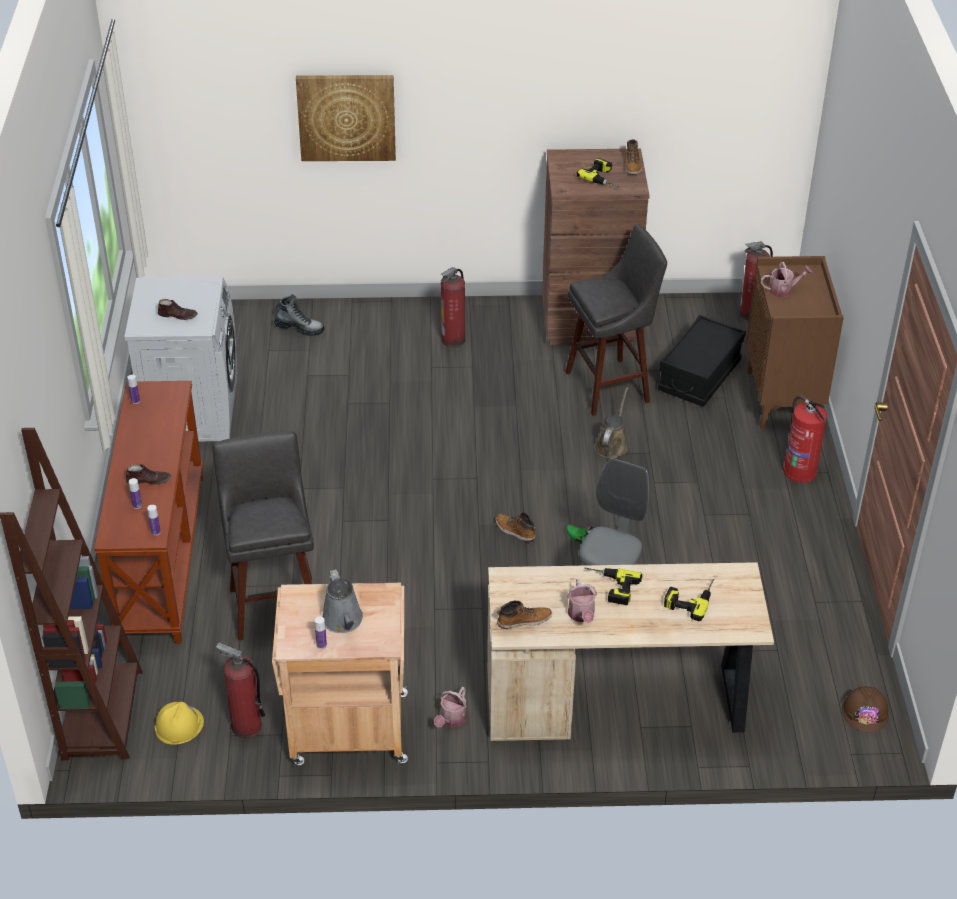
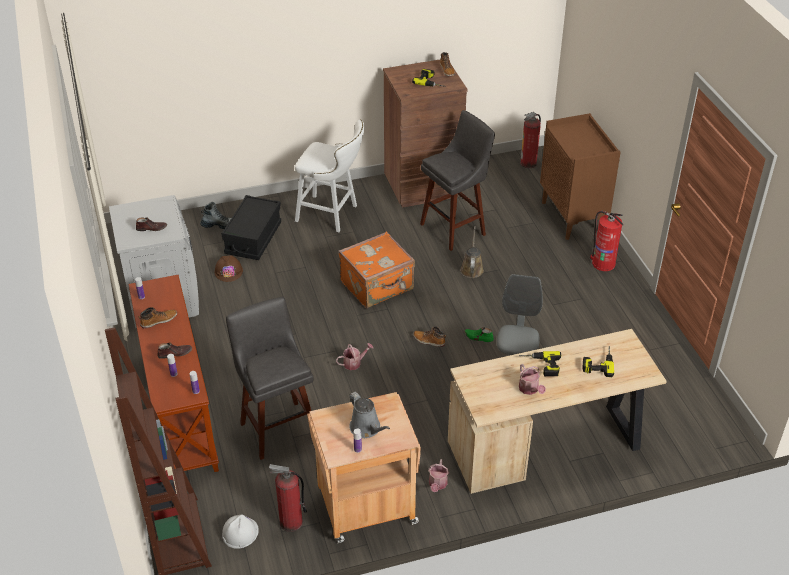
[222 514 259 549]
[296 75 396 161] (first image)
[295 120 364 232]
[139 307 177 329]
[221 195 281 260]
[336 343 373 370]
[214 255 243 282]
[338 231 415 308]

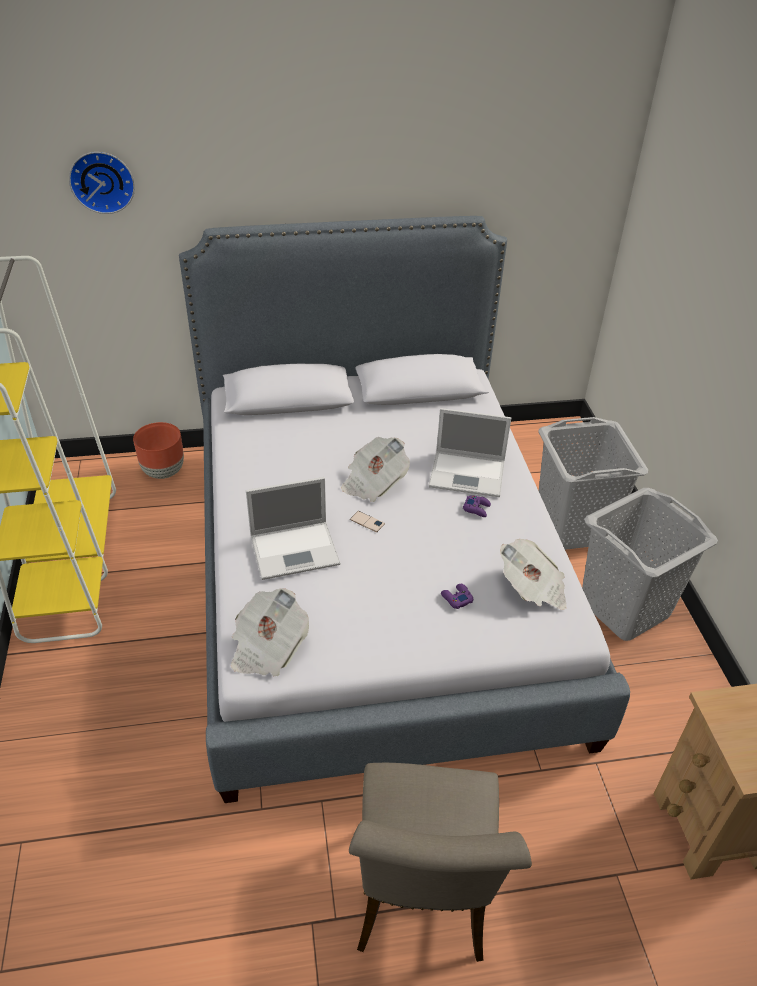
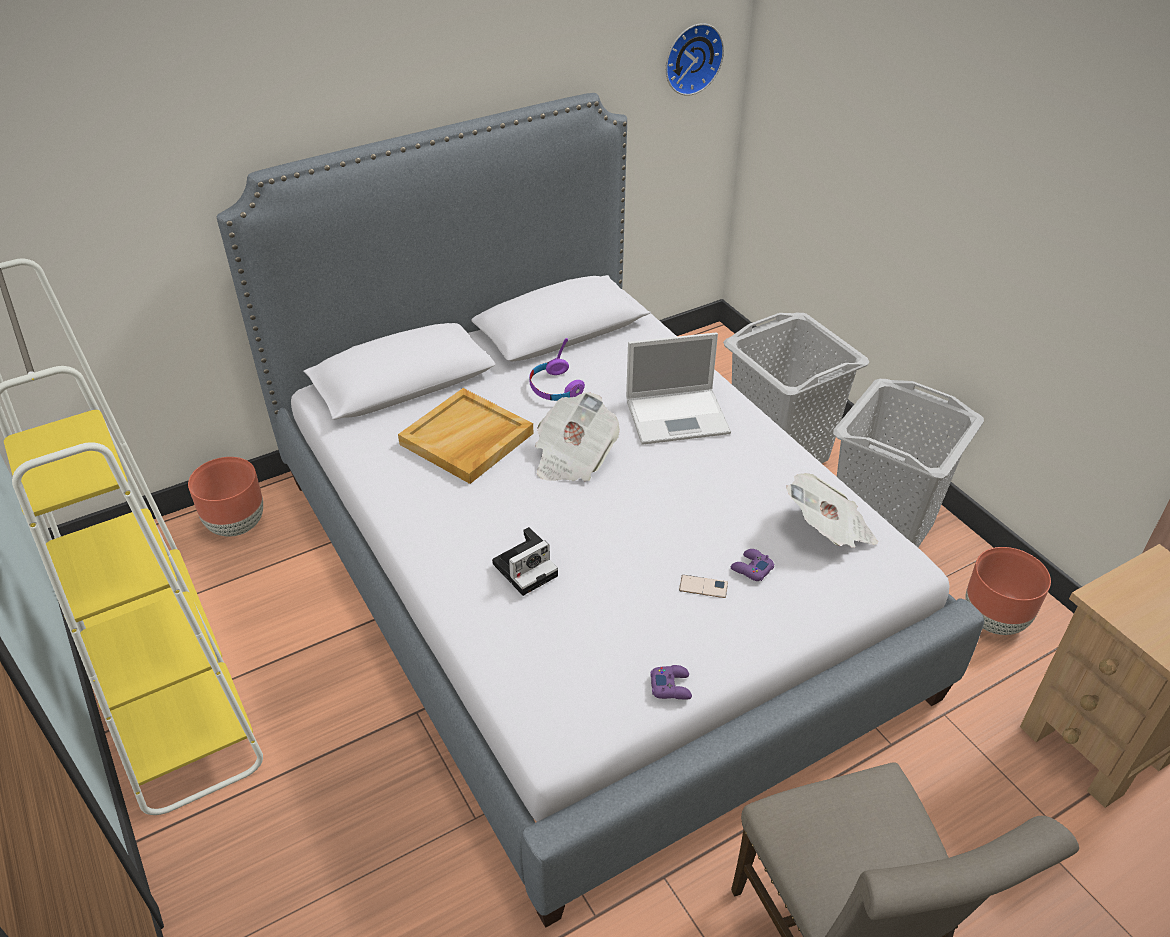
[666 23 724 96]
[231 588 309 676] (first image)
[492 527 558 596]
[679 575 728 598]
[650 665 692 700]
[398 388 534 484]
[529 338 585 401]
[965 547 1051 635]

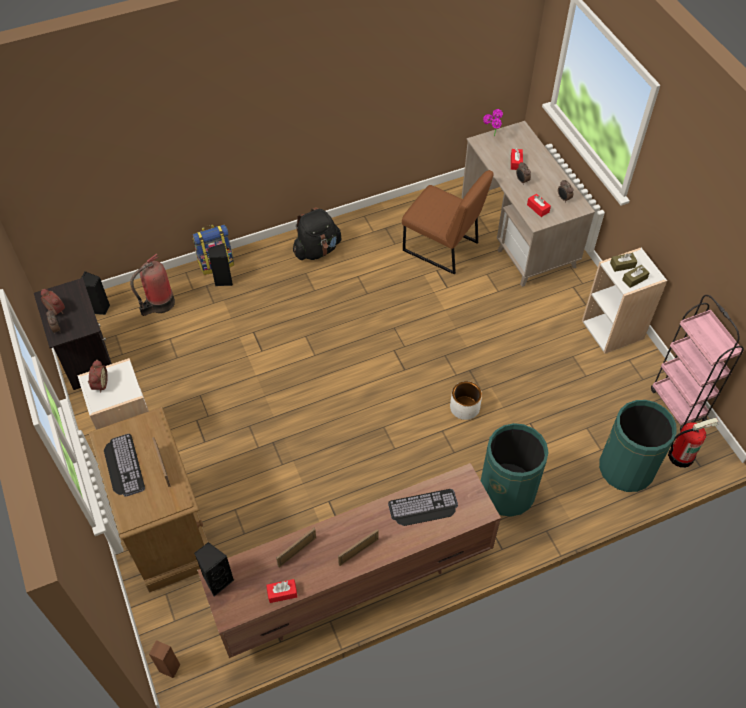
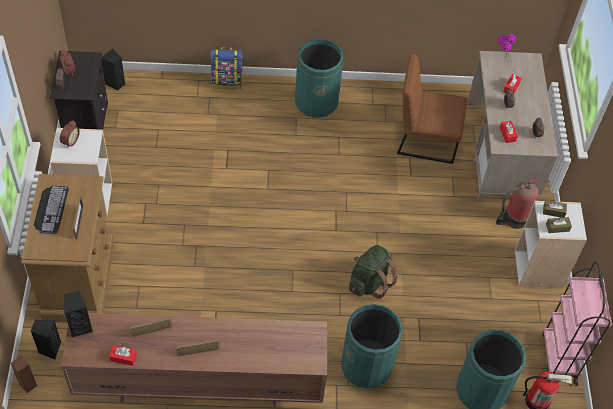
[496 178 540 229]
[31 320 61 359]
[295 39 344 118]
[388 489 458 526] (first image)
[397 54 467 164]
[349 245 398 299]

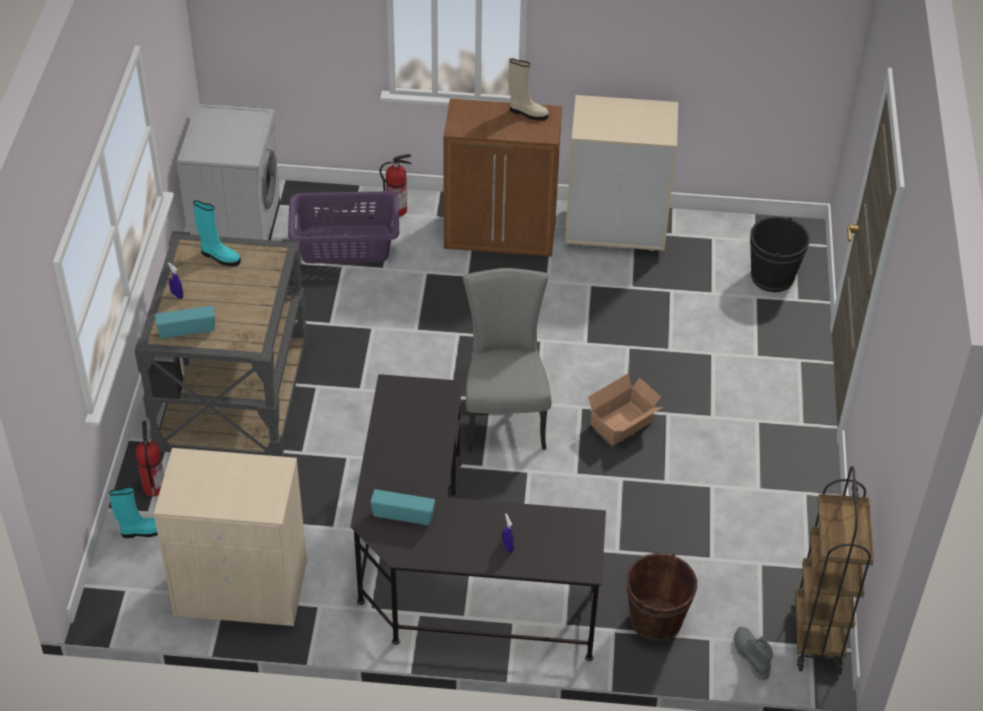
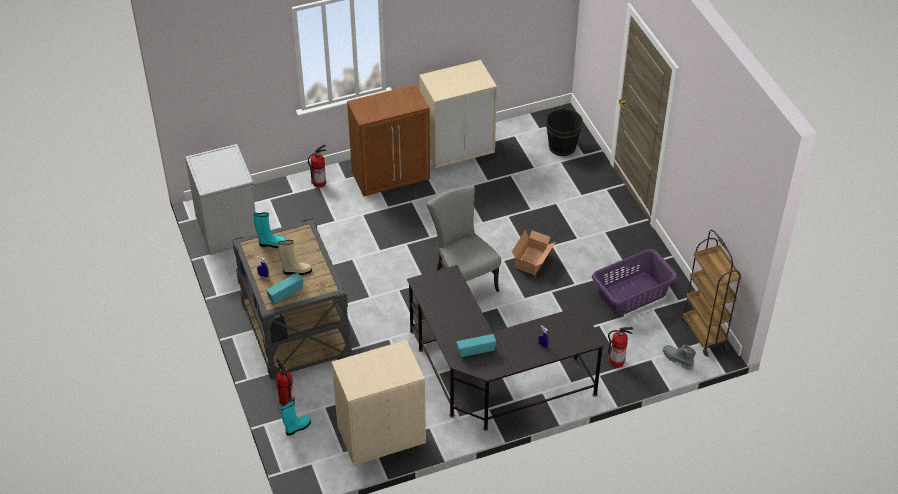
[592 249 677 316]
[278 240 312 275]
[608 327 633 367]

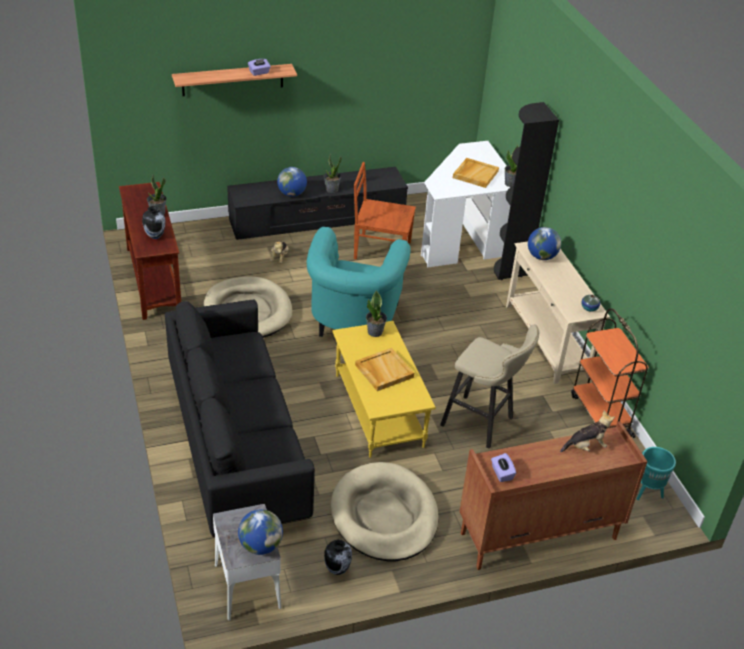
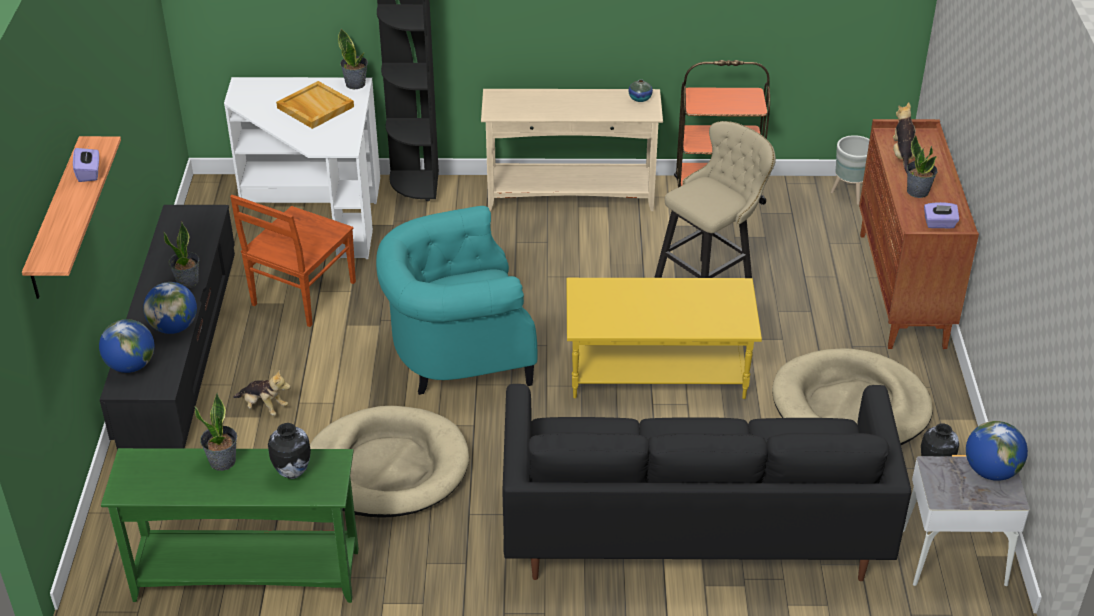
[101 448 359 603]
[376 206 537 395]
[355 348 414 391] (first image)
[907 135 937 198]
[99 319 154 373]
[831 135 870 205]

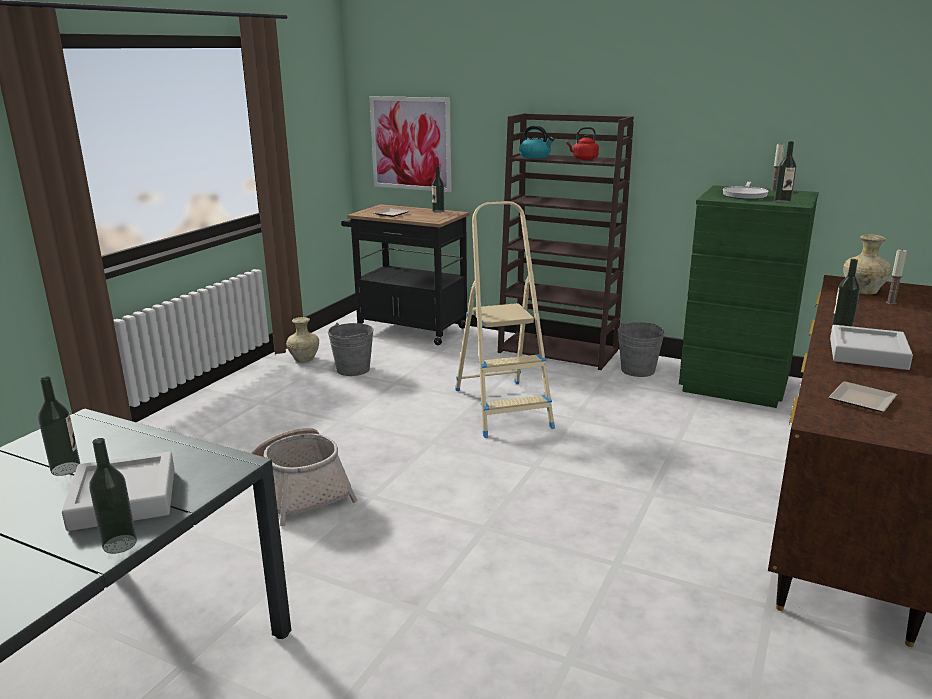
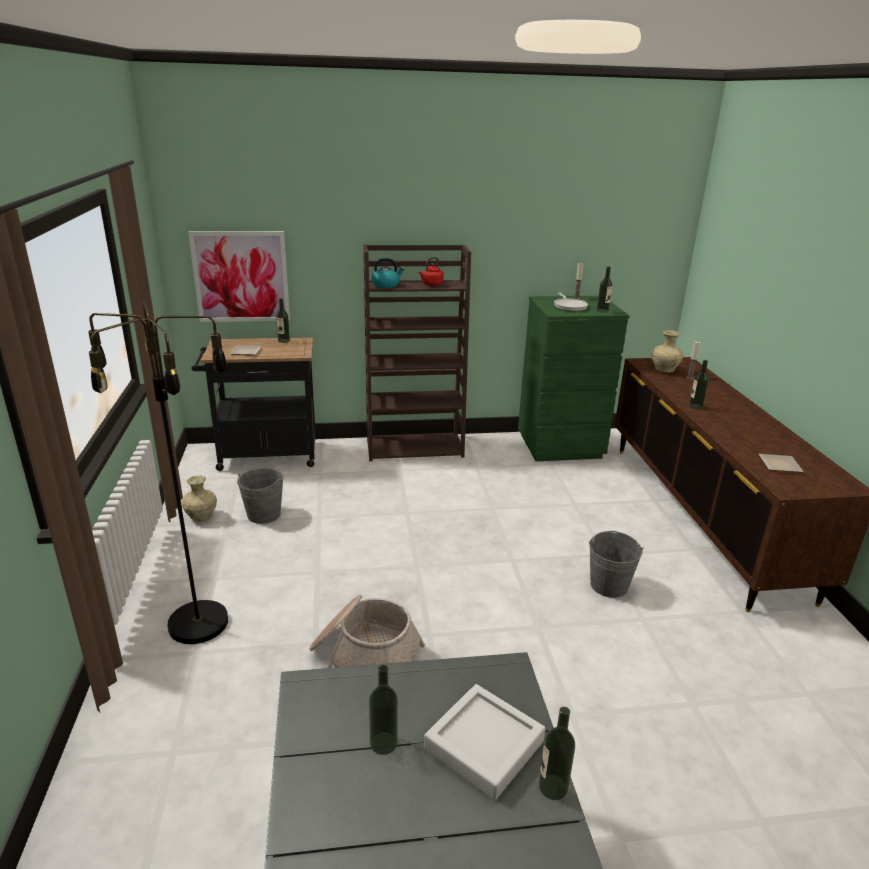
[455 201 555 438] (first image)
[589 531 643 598]
[830 325 913 370] (first image)
[88 301 228 644]

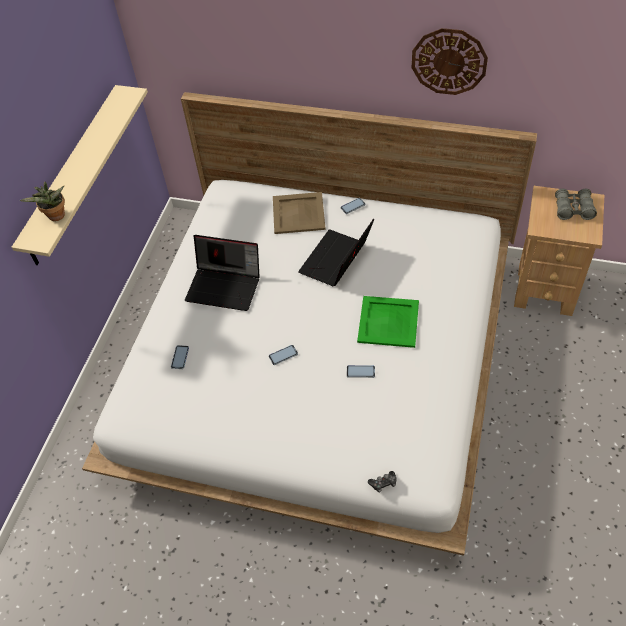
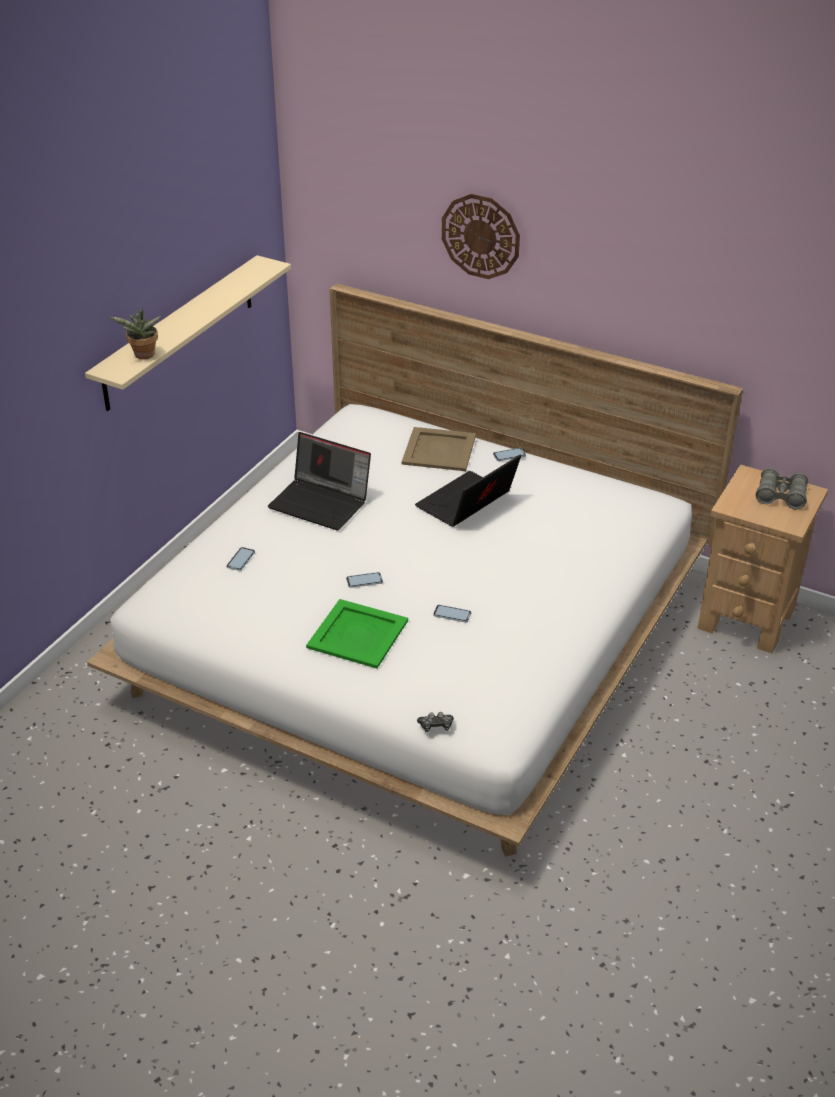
[306 599 408 668]
[442 194 520 279]

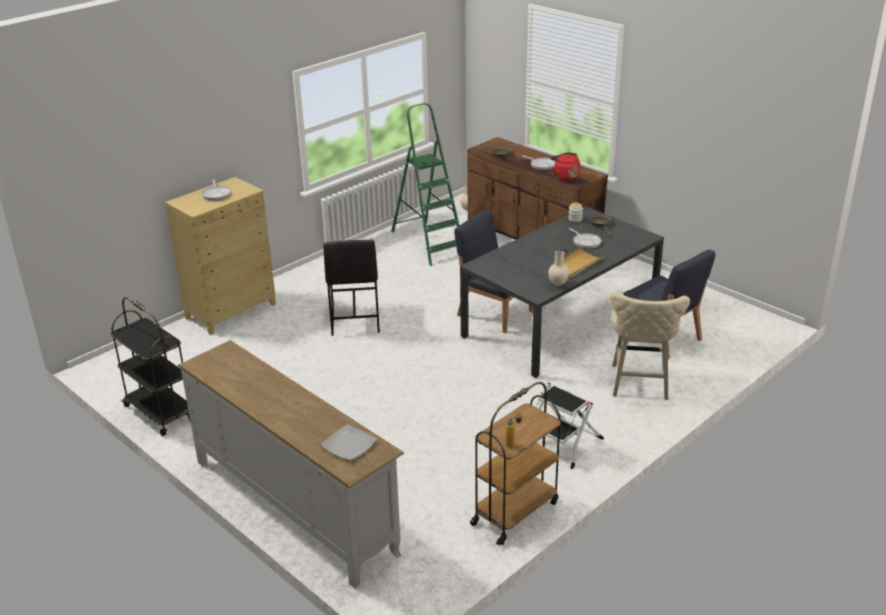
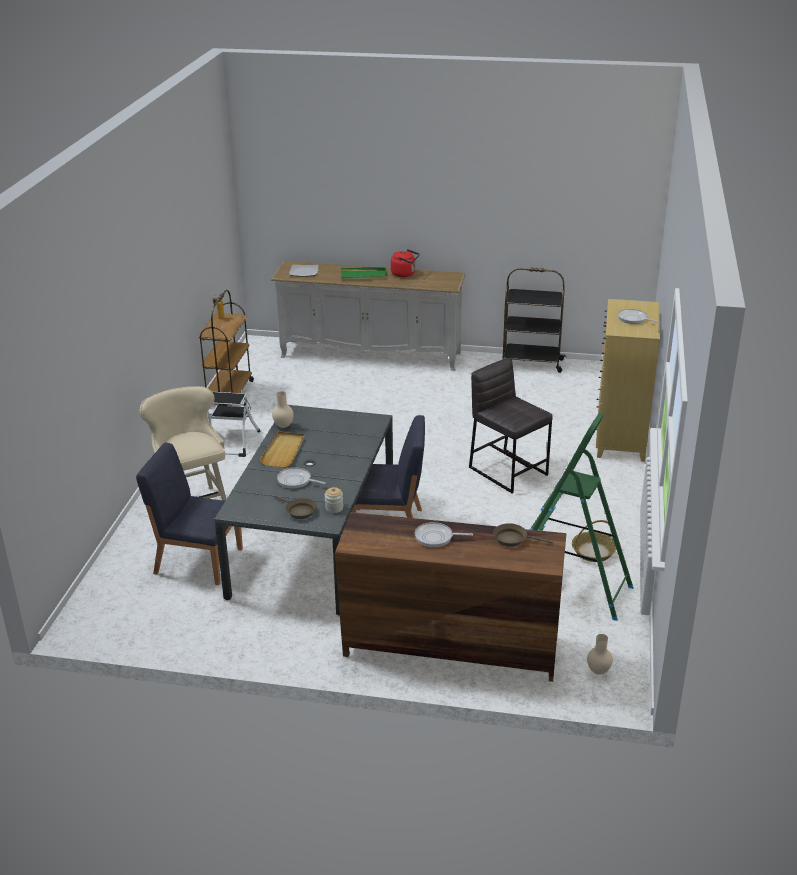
[391 249 420 277]
[341 267 387 280]
[572 520 616 562]

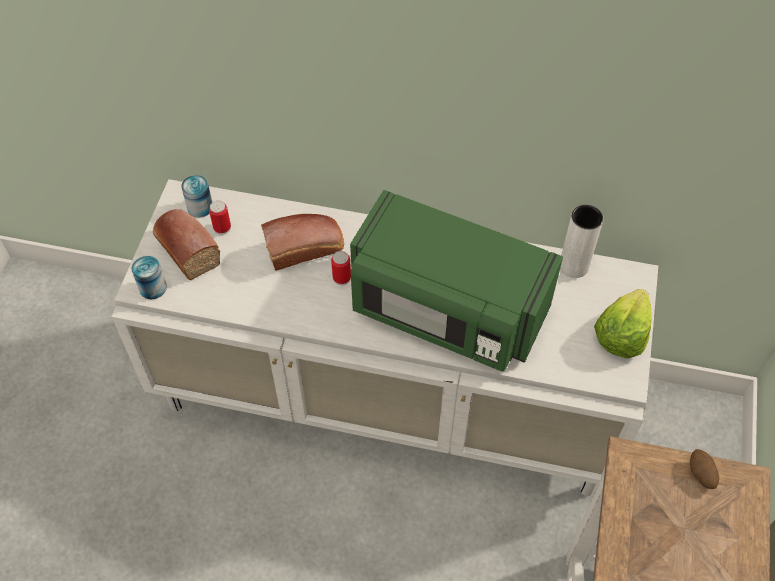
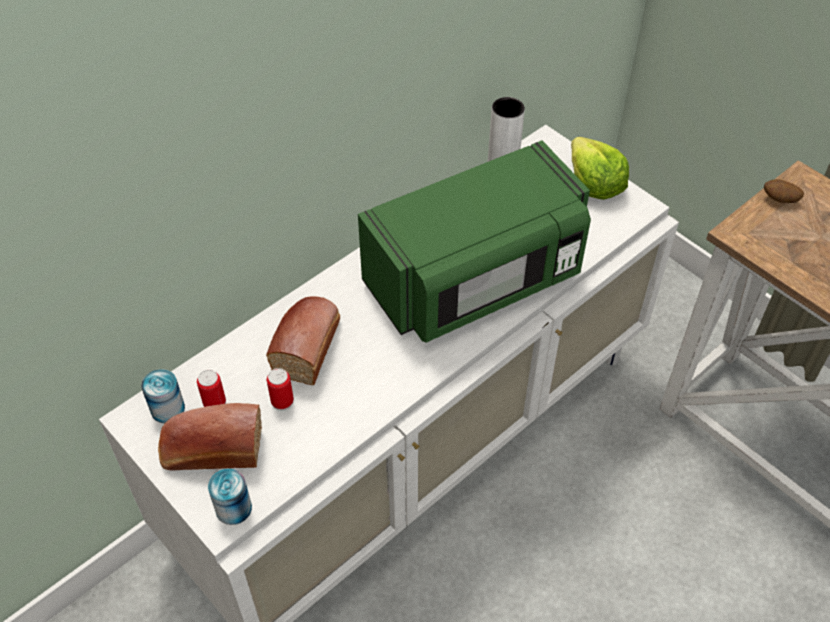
[267 368 294 411]

